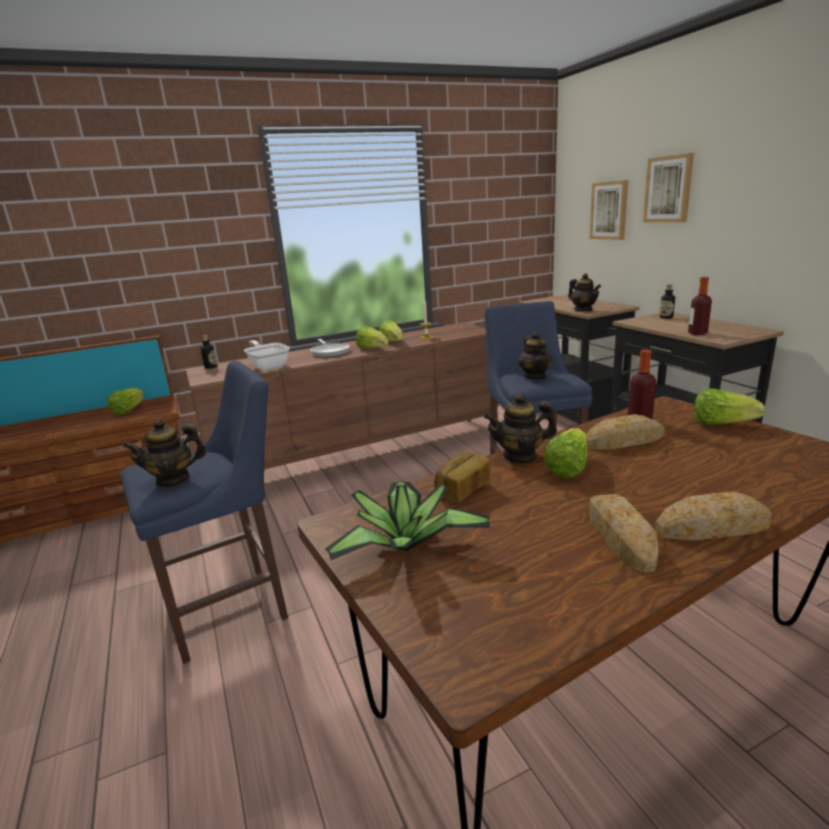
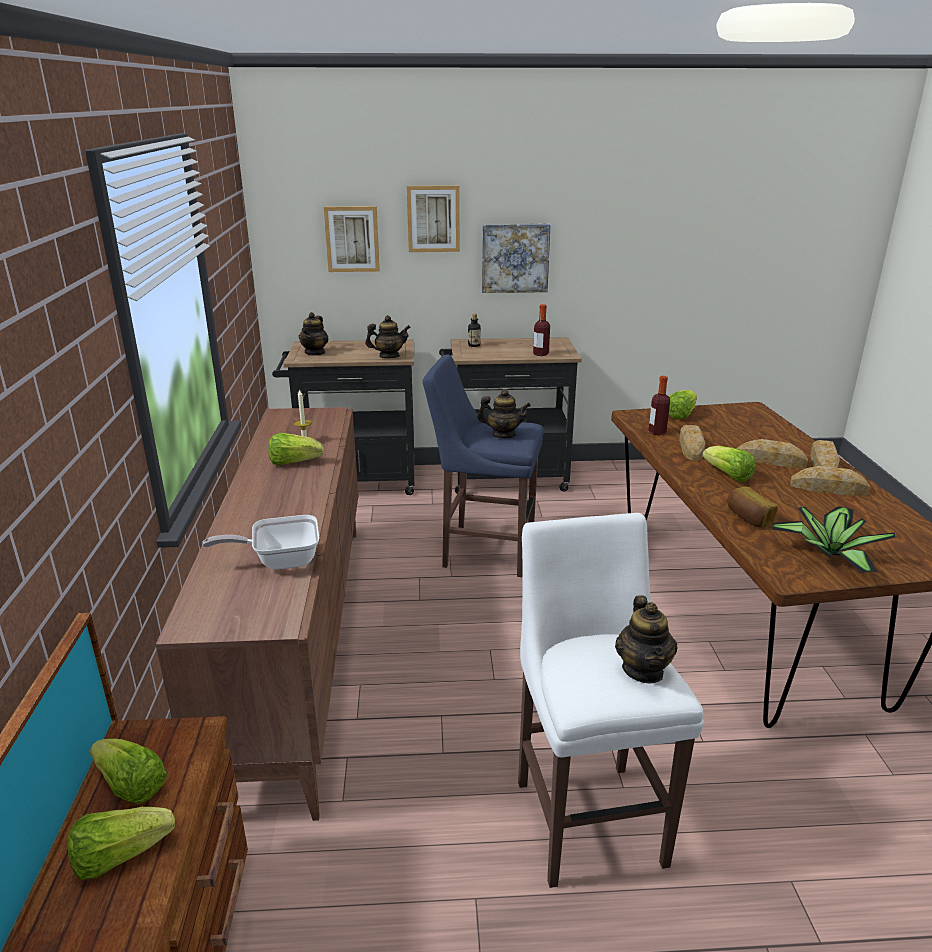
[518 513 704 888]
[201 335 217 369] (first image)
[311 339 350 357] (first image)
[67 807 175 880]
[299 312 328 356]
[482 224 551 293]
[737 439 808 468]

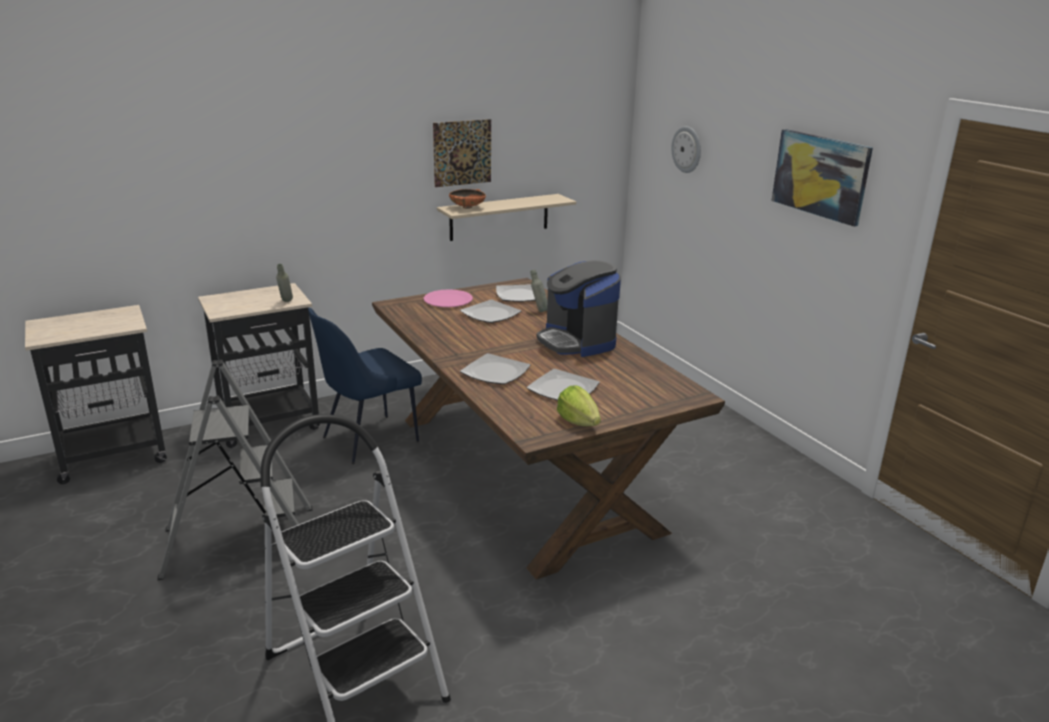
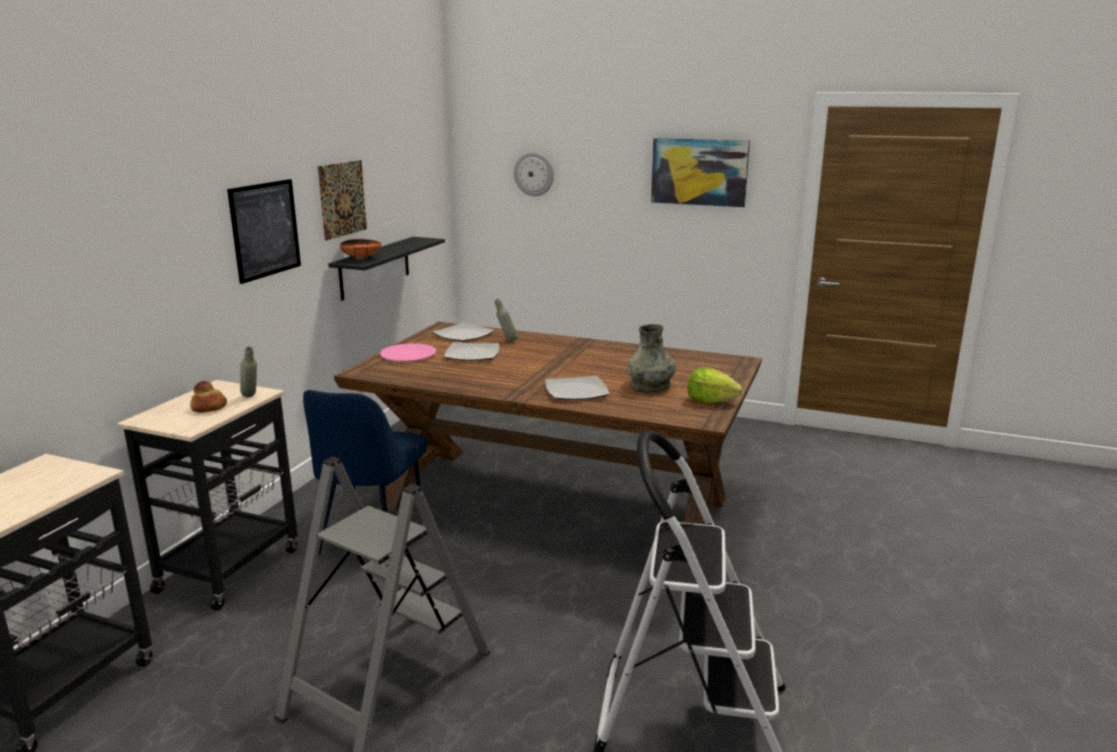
[328 237 445 301]
[627 324 676 392]
[537 260 621 357] (first image)
[190 381 227 412]
[227 179 301 284]

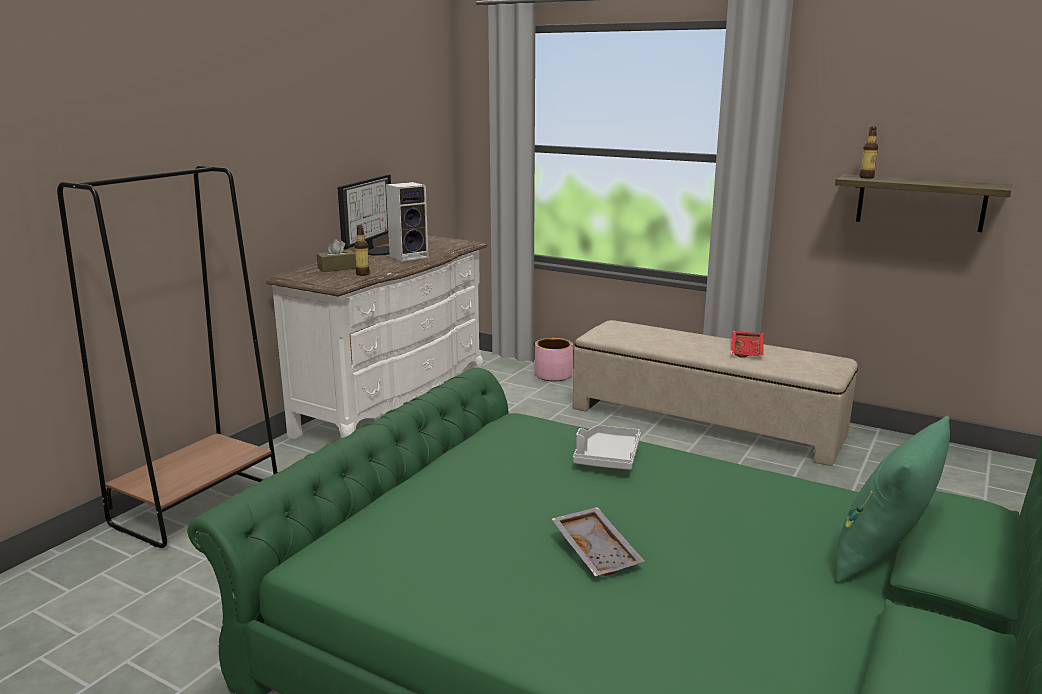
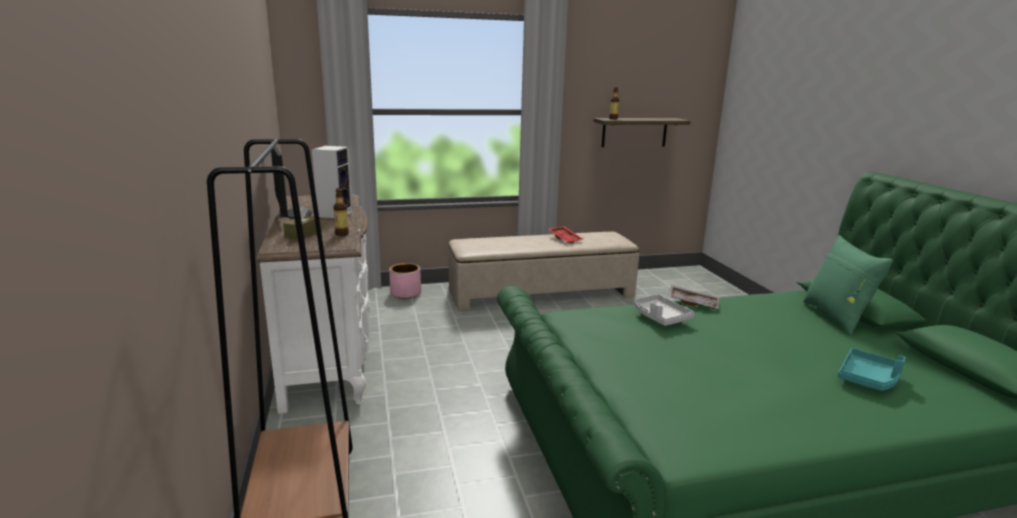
[668 285 720 309]
[838 348 906 391]

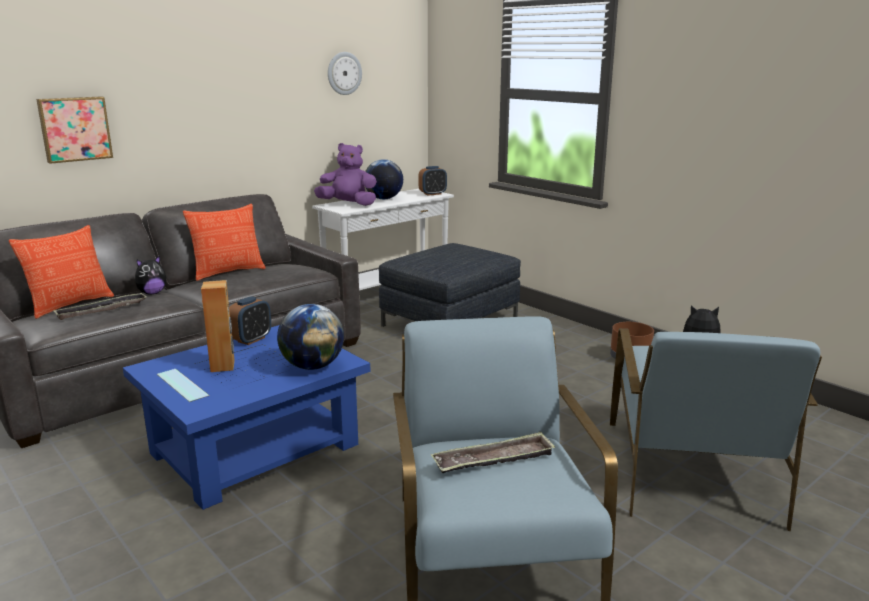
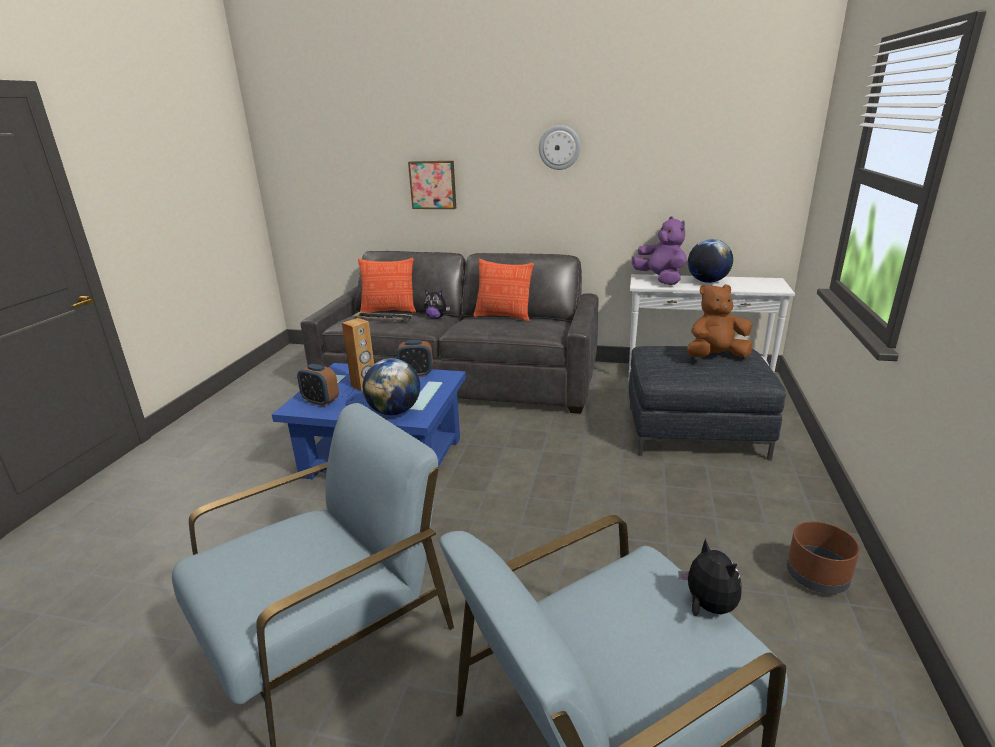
[539 125 580 170]
[297 364 339 406]
[431 432 556 473] (first image)
[687 284 752 357]

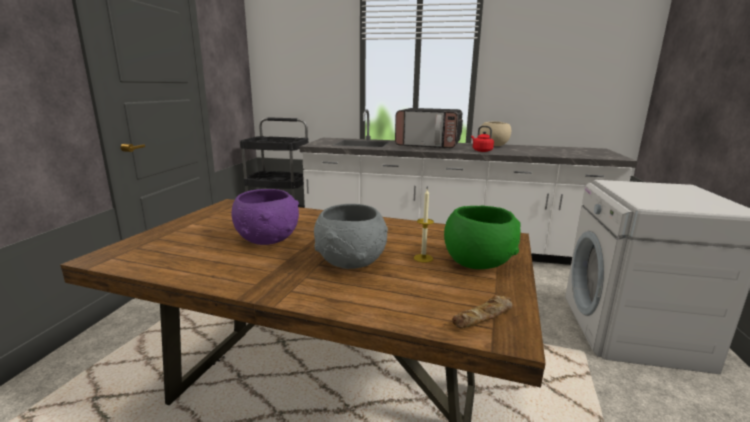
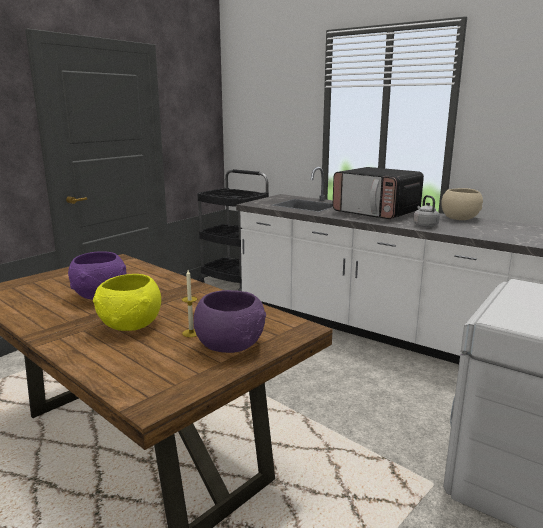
[93 274 161 331]
[193 290 266 353]
[452 295 512 328] (first image)
[413 195 440 227]

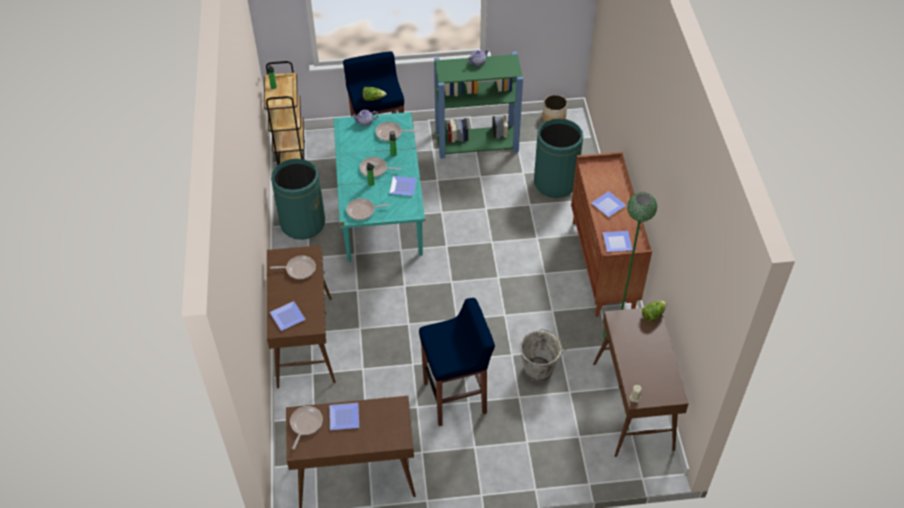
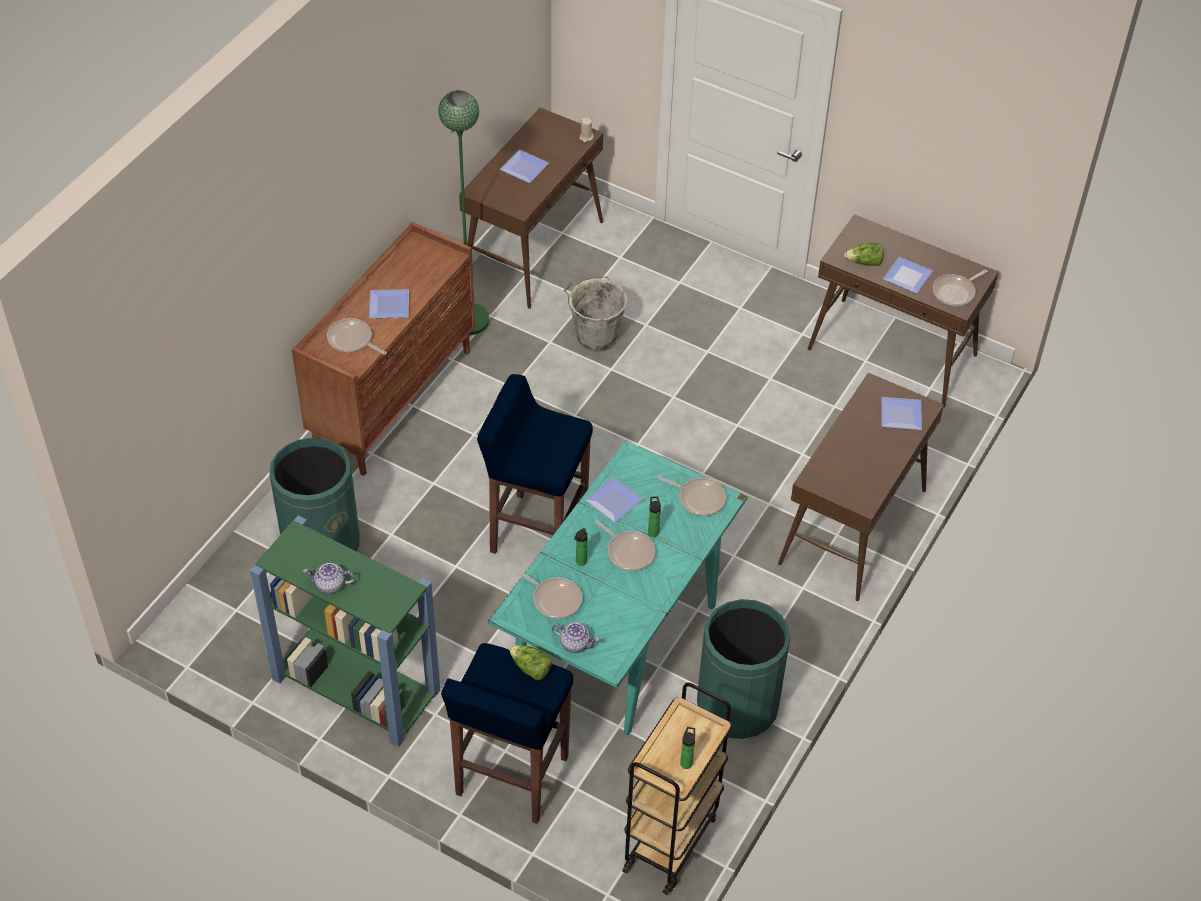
[327 318 387 355]
[477 374 593 554]
[542 95 567 122] (first image)
[500 150 549 183]
[844 243 884 266]

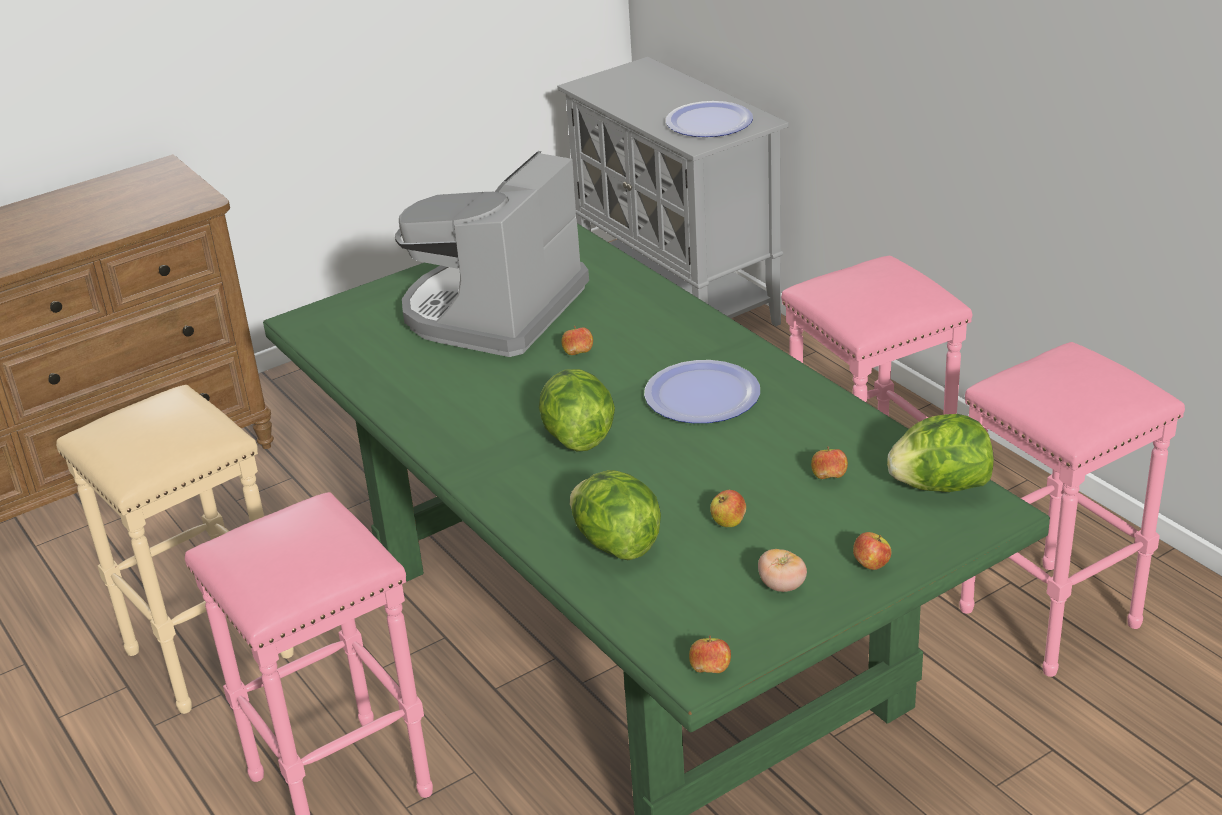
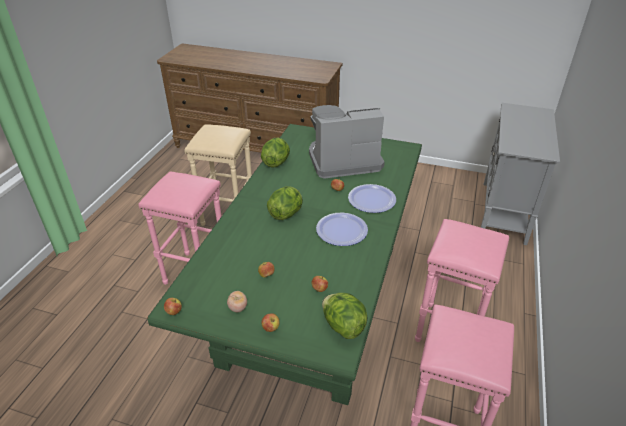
[261 138 290 168]
[348 184 396 213]

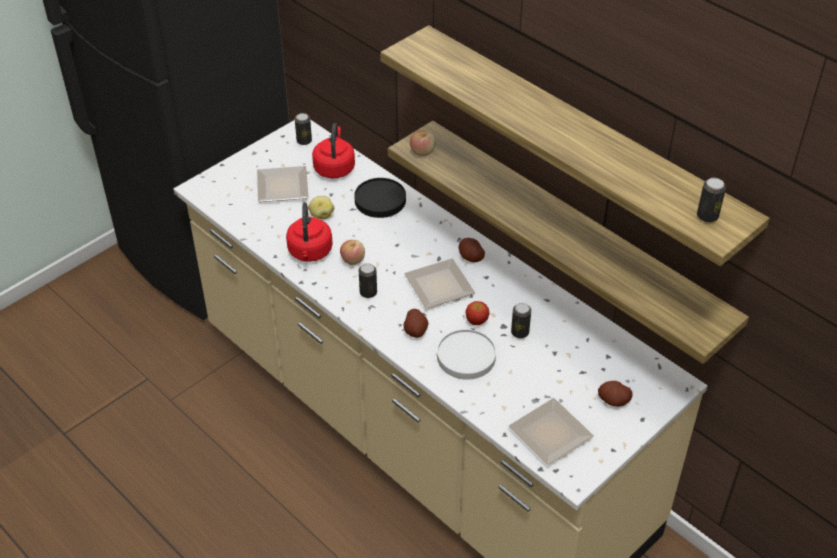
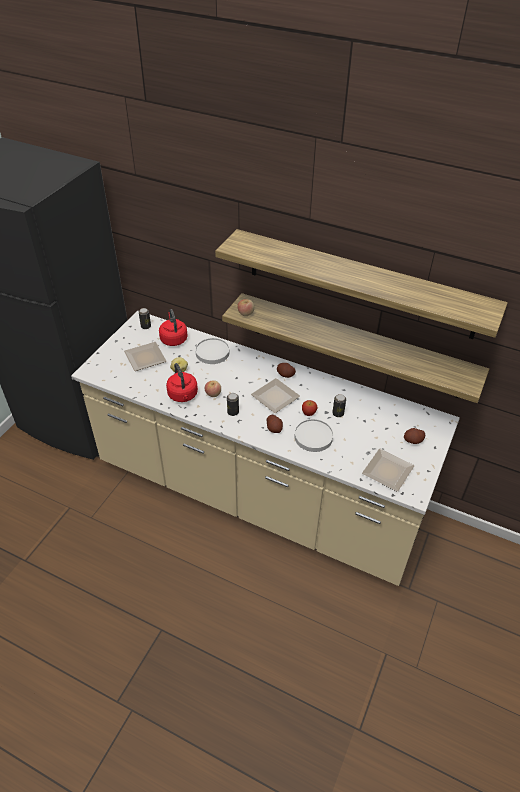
[195 338 229 364]
[697 178 726 222] (first image)

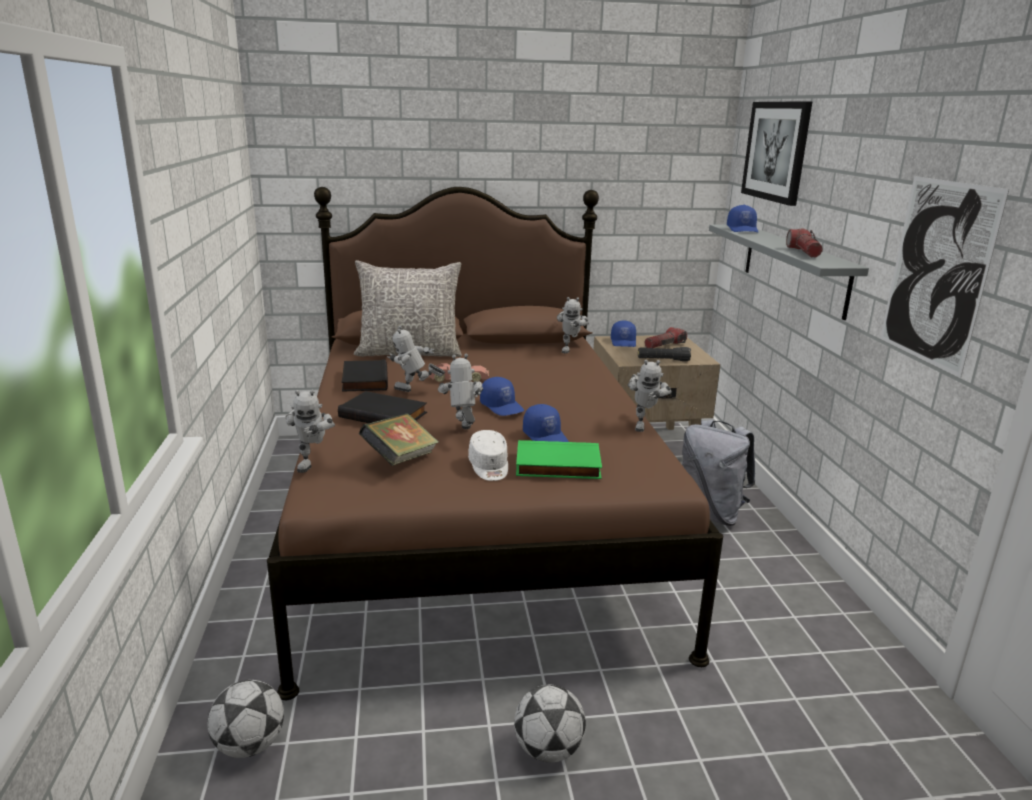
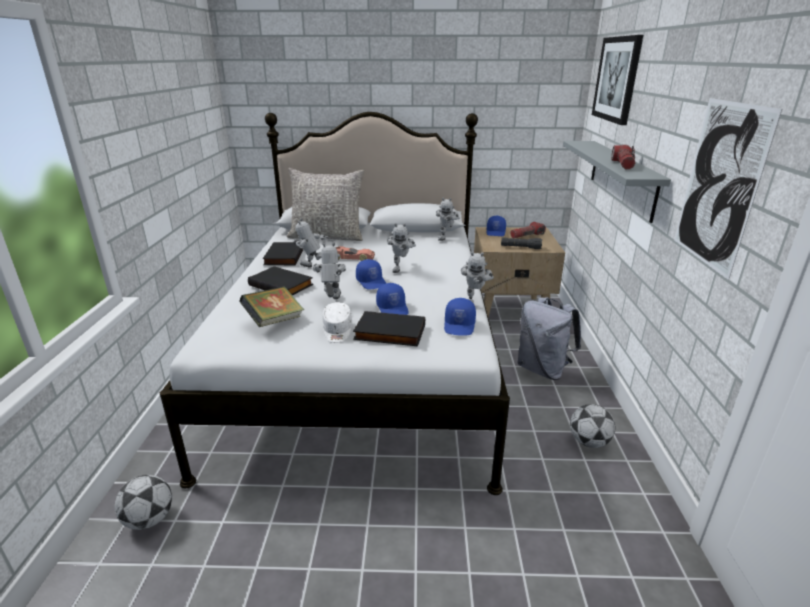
[160 112 510 495]
[387 223 416 273]
[570 404 616 448]
[353 311 425 346]
[444 298 476 336]

